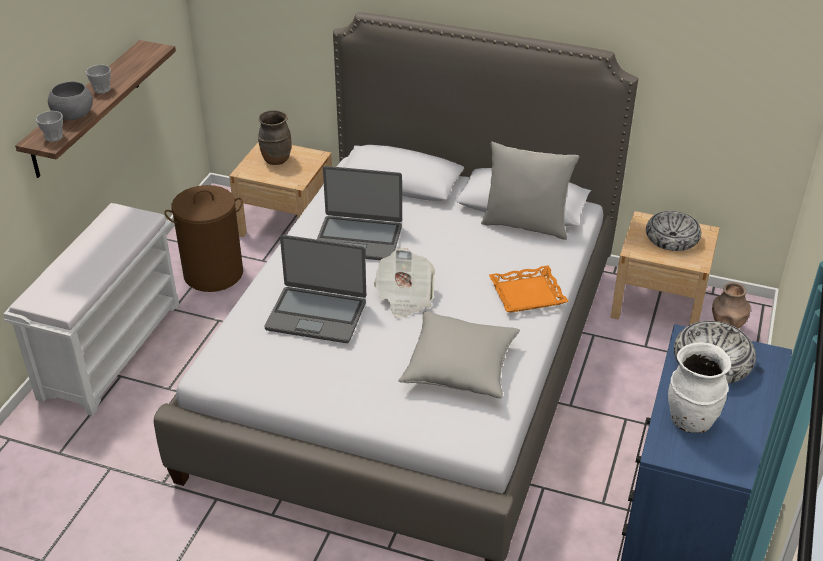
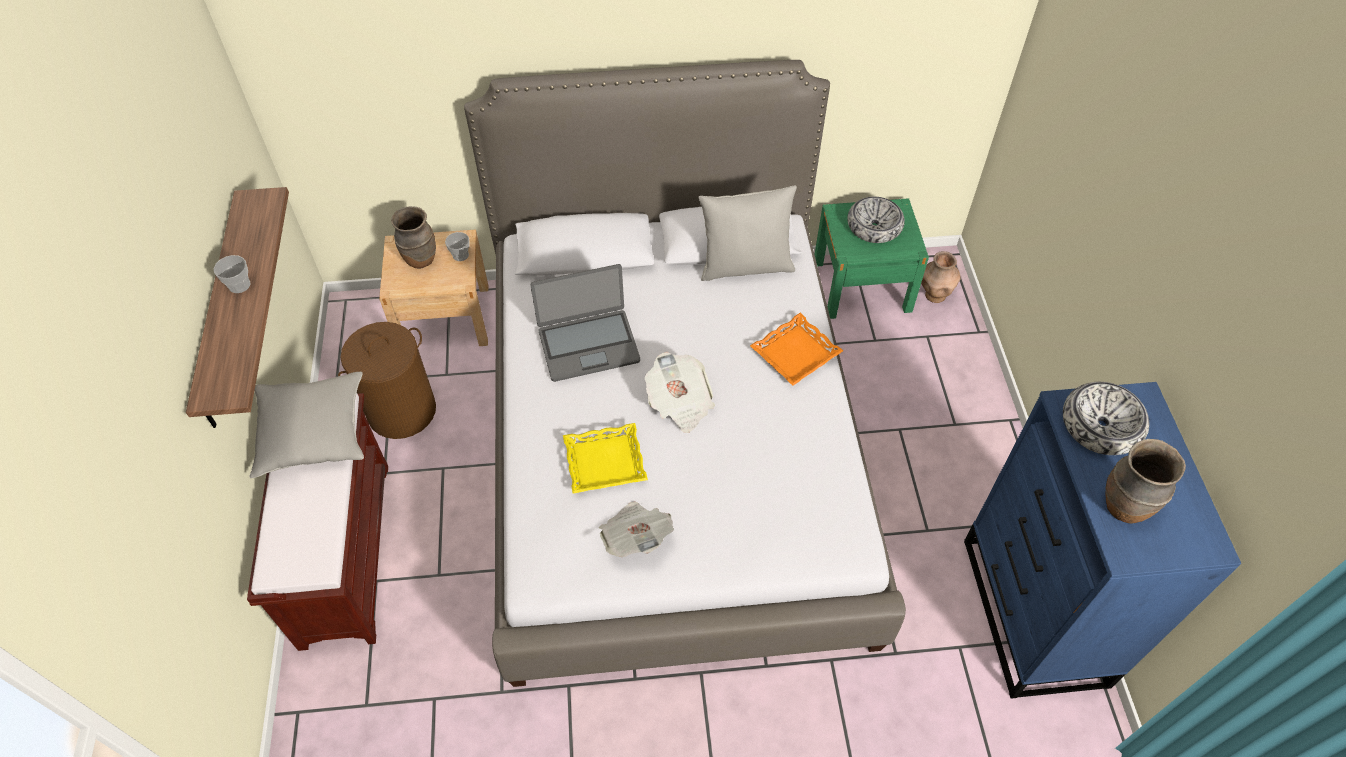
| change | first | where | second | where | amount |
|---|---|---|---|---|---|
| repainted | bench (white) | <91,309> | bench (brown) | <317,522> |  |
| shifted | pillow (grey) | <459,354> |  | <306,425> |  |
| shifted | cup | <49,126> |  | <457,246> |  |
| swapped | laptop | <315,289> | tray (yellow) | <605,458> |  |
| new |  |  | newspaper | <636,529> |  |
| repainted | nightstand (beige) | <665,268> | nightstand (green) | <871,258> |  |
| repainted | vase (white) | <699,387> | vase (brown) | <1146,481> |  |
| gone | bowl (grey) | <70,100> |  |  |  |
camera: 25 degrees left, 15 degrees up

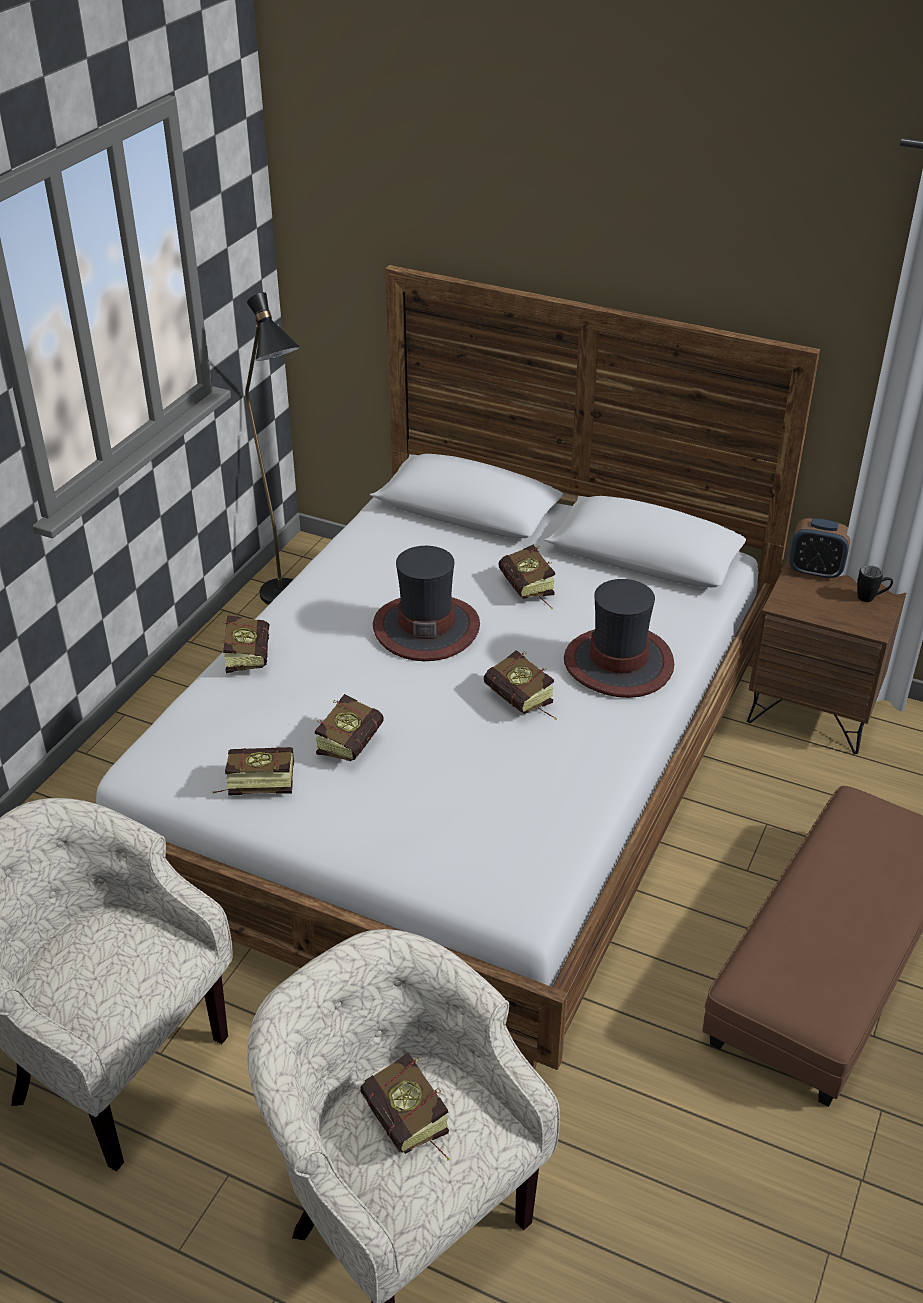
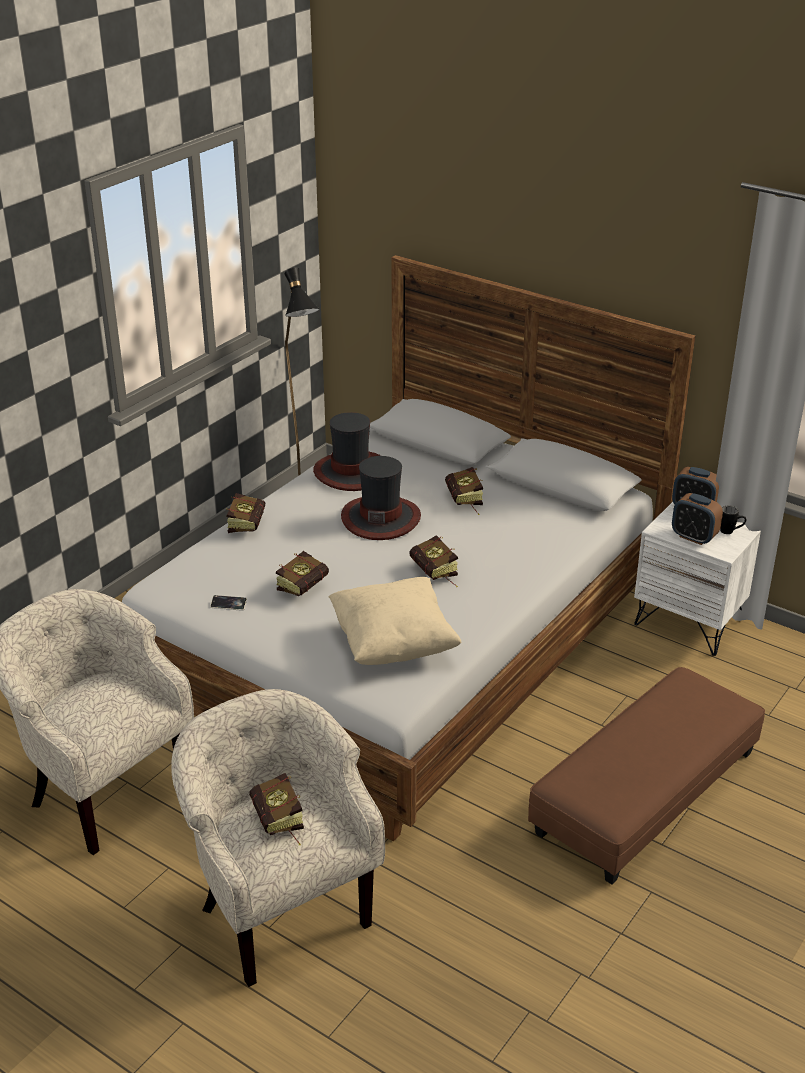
| change | first | where | second | where | amount |
|---|---|---|---|---|---|
| swapped | book | <253,771> | phone | <228,603> |  |
| shifted | hat | <619,638> |  | <347,451> |  |
| new |  |  | pillow (beige) | <395,621> |  |
| repainted | nightstand (brown) | <826,656> | nightstand (white) | <697,579> |  |
| new |  |  | alarm clock | <697,519> |  |
camera: 10 degrees right, 5 degrees down

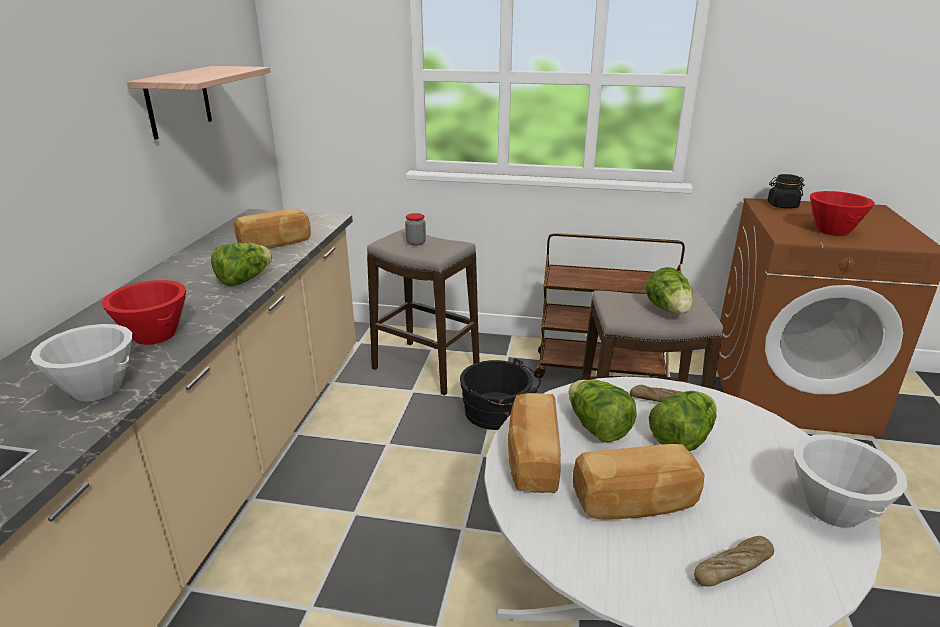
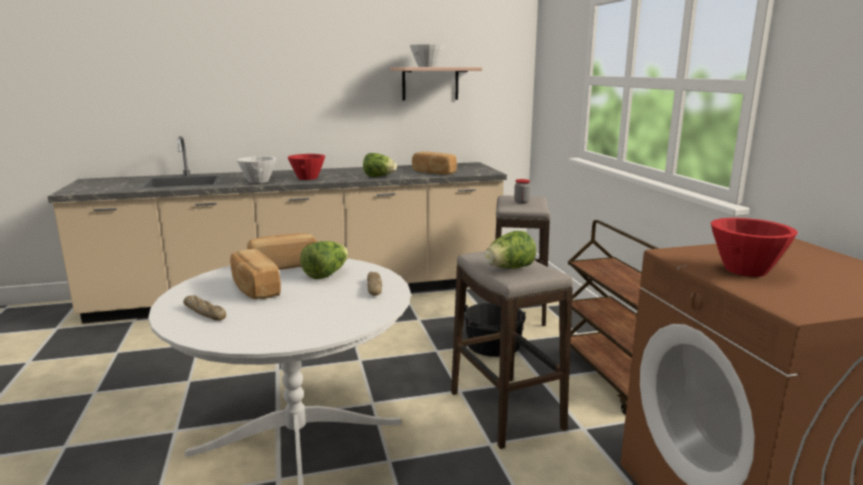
| change | first | where | second | where | amount |
|---|---|---|---|---|---|
| shifted | bowl (white) | <851,481> |  | <427,55> |  |
| gone | lettuce | <682,421> |  |  |  |
| gone | jar (black) | <786,191> |  |  |  |
camera: 65 degrees right, 10 degrees down

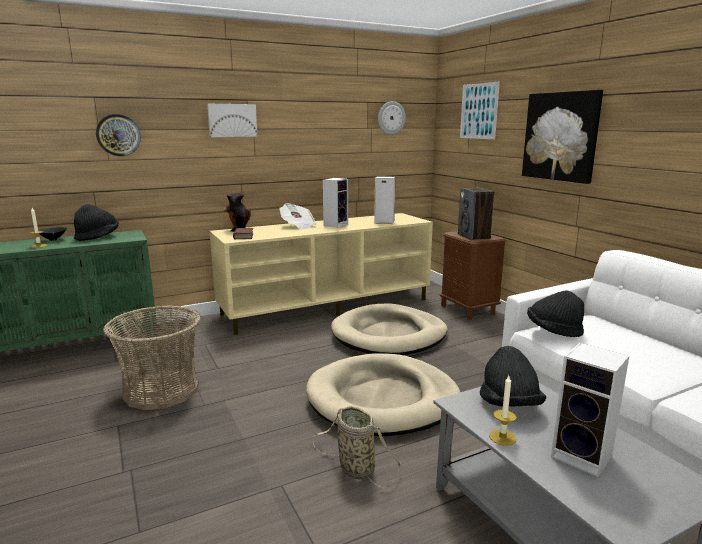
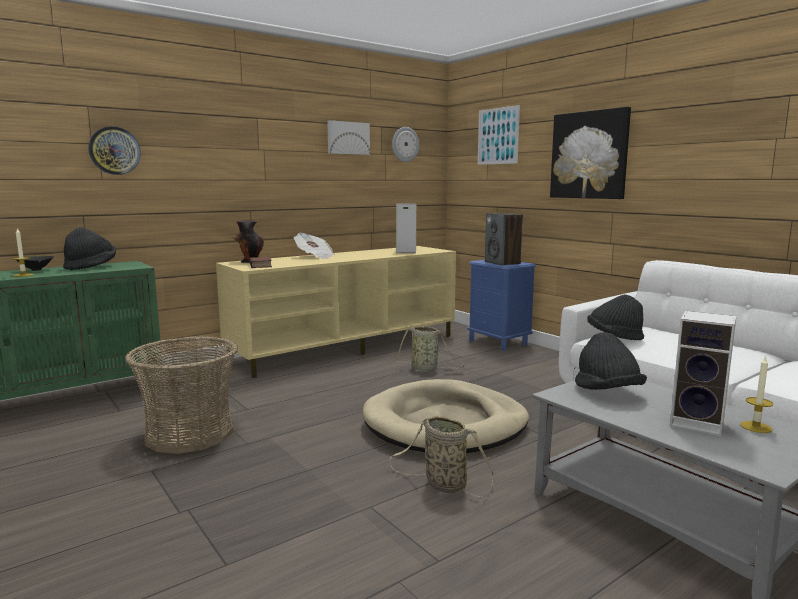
| change | first | where | second | where | amount |
|---|---|---|---|---|---|
| shifted | picture | <232,120> |  | <348,137> |  |
| swapped | dog bed (beige) | <389,329> | basket | <430,348> |  |
| repainted | nightstand (brown) | <473,275> | nightstand (blue) | <501,305> |  |
| shifted | candle | <503,411> |  | <756,394> |  |
| gone | speaker | <335,203> |  |  |  |
camera: 10 degrees left, 5 degrees down

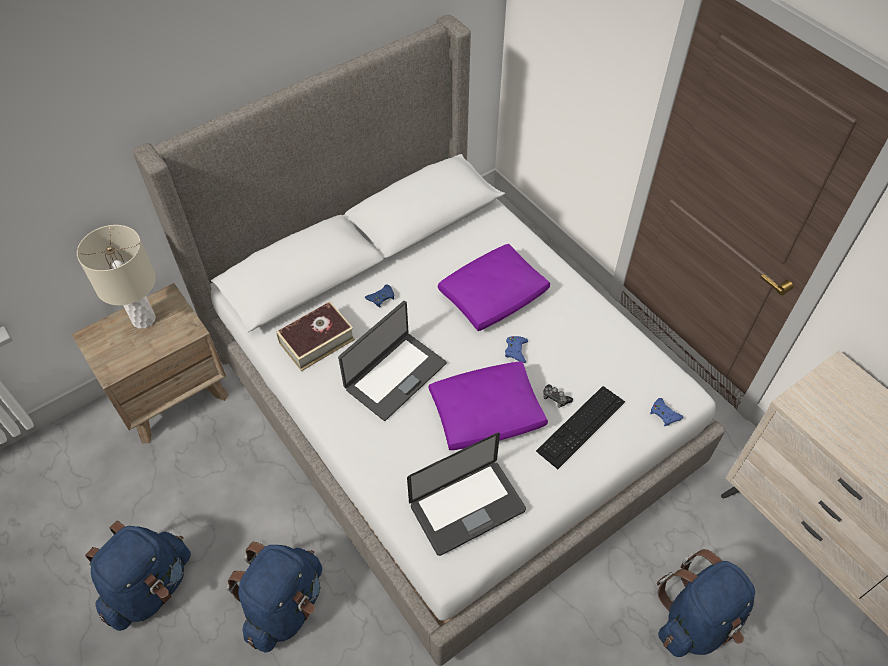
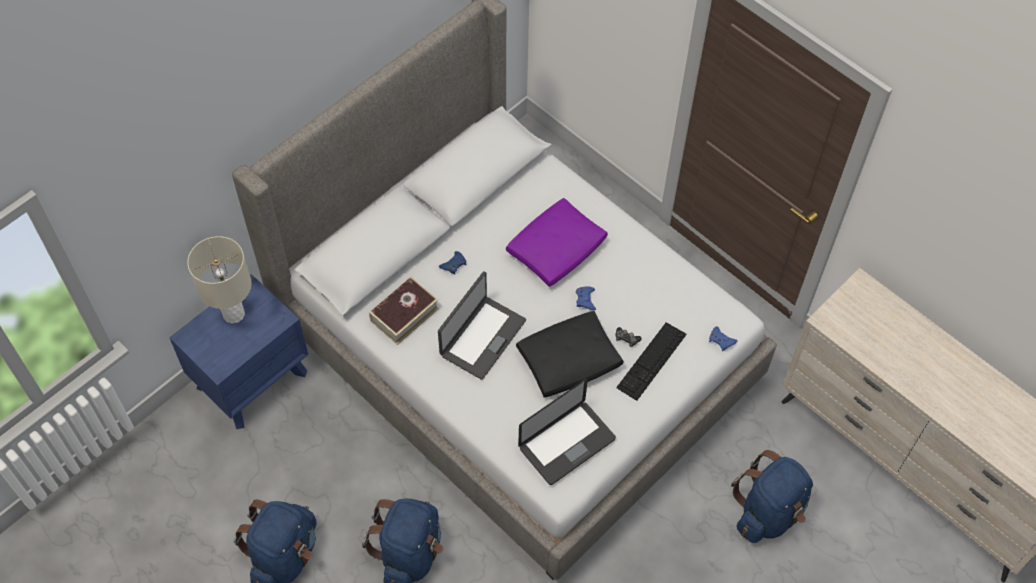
| change | first | where | second | where | amount |
|---|---|---|---|---|---|
| repainted | nightstand (brown) | <150,363> | nightstand (blue) | <238,351> |  |
| repainted | pillow (purple) | <488,406> | pillow (black) | <570,354> |  |
camera: 10 degrees left, 5 degrees up

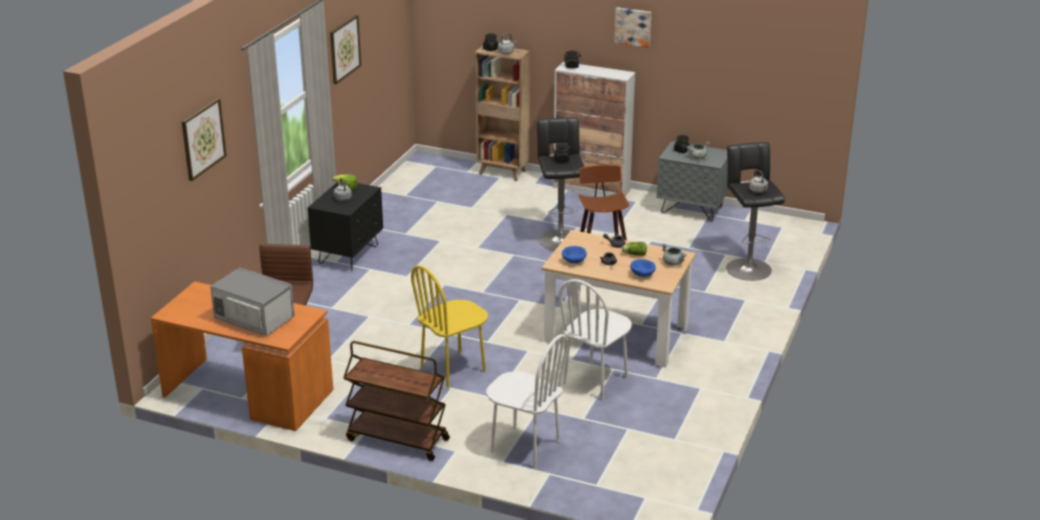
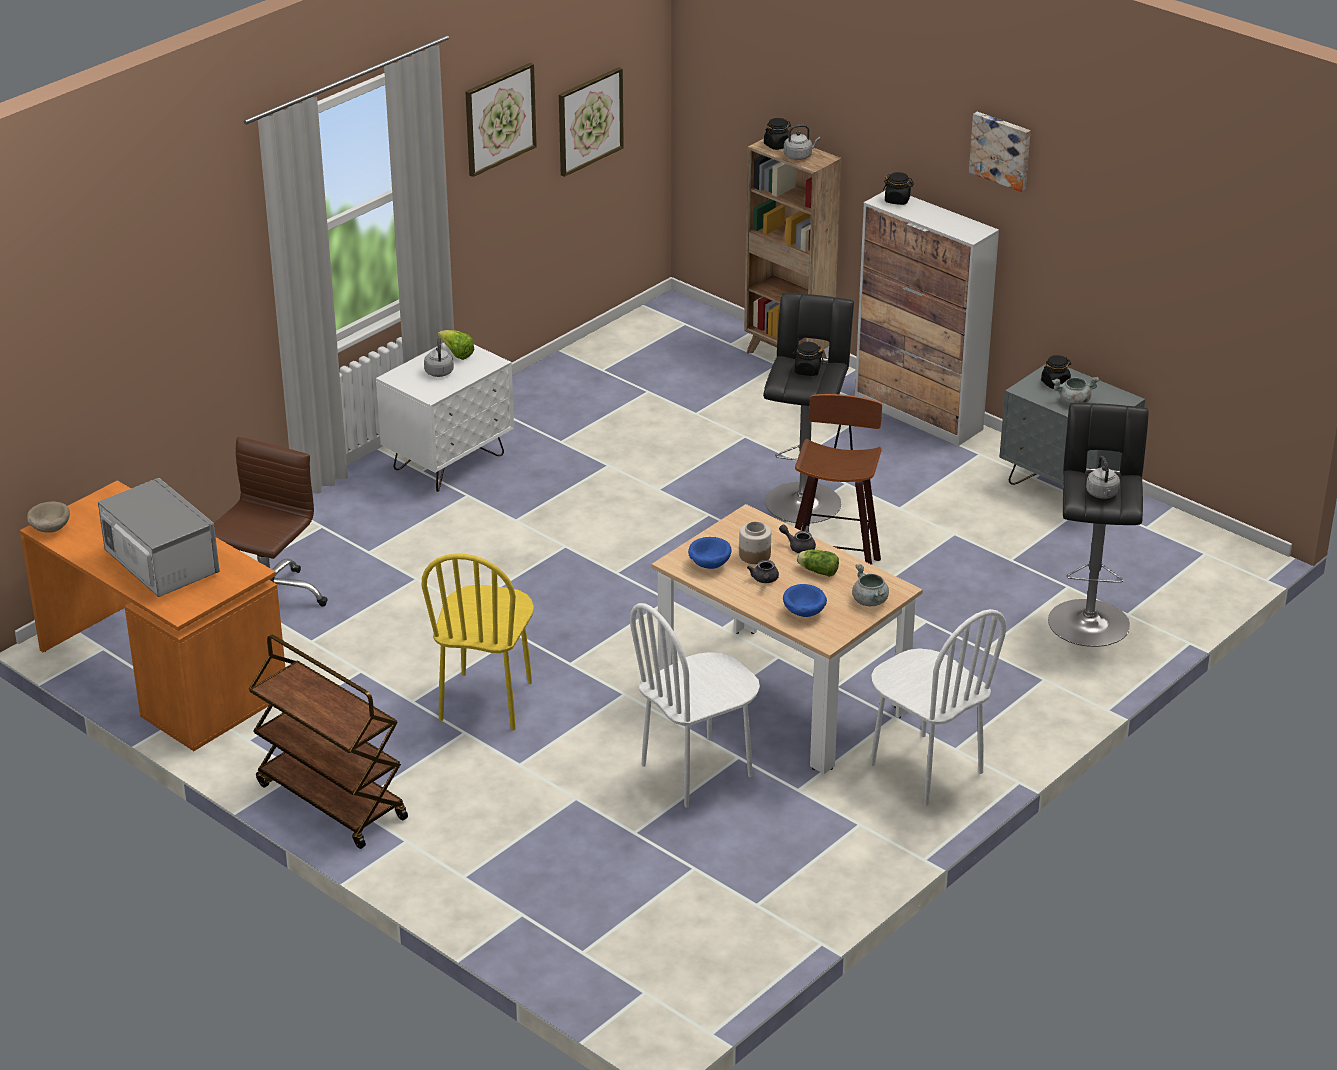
| change | first | where | second | where | amount |
|---|---|---|---|---|---|
| new |  |  | bowl (beige) | <48,517> |  |
| repainted | nightstand (black) | <345,226> | nightstand (white) | <445,417> |  |
| rotated | chair (yellow) | <449,327> |  | <478,641> | 60 degrees counterclockwise |
| shifted | picture | <204,139> |  | <591,122> |  |
| new |  |  | jar | <755,542> |  |
| shifted | chair (white) | <527,401> |  | <938,707> |  |
camera: 20 degrees right, 5 degrees up

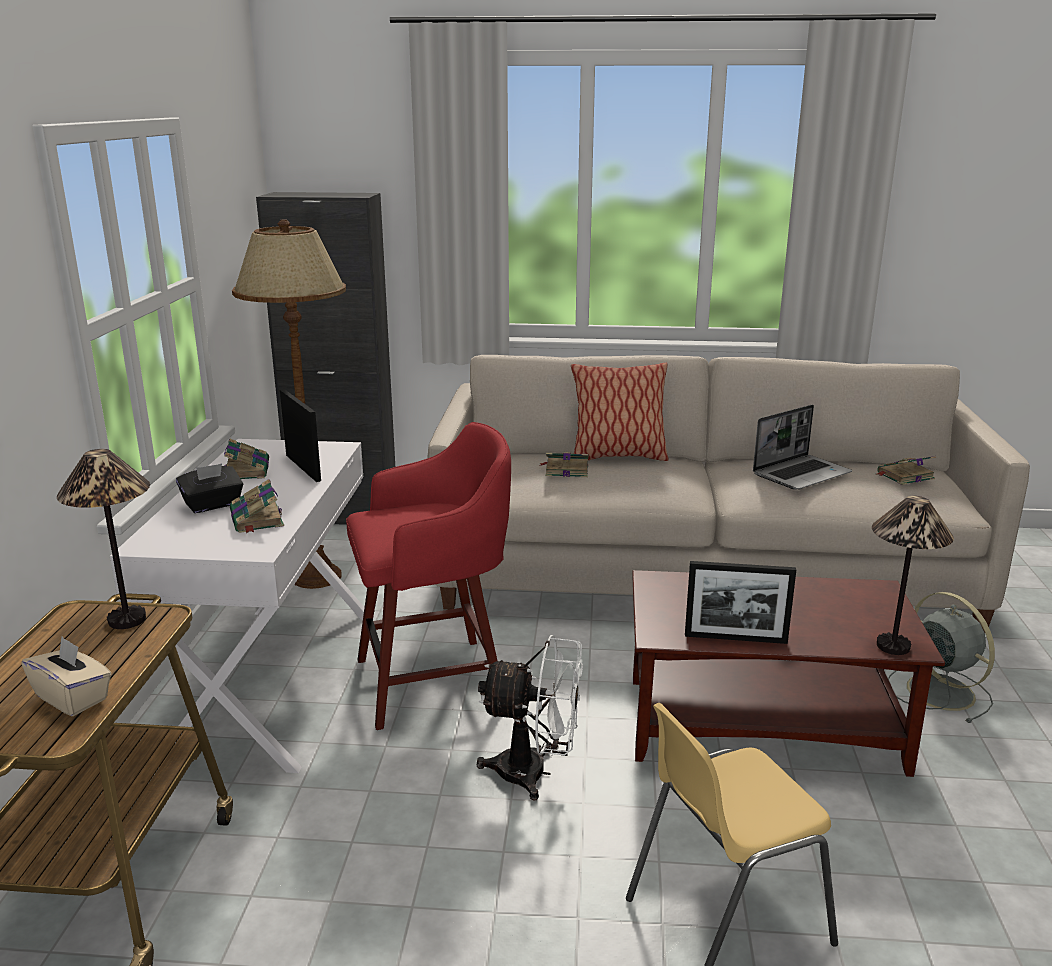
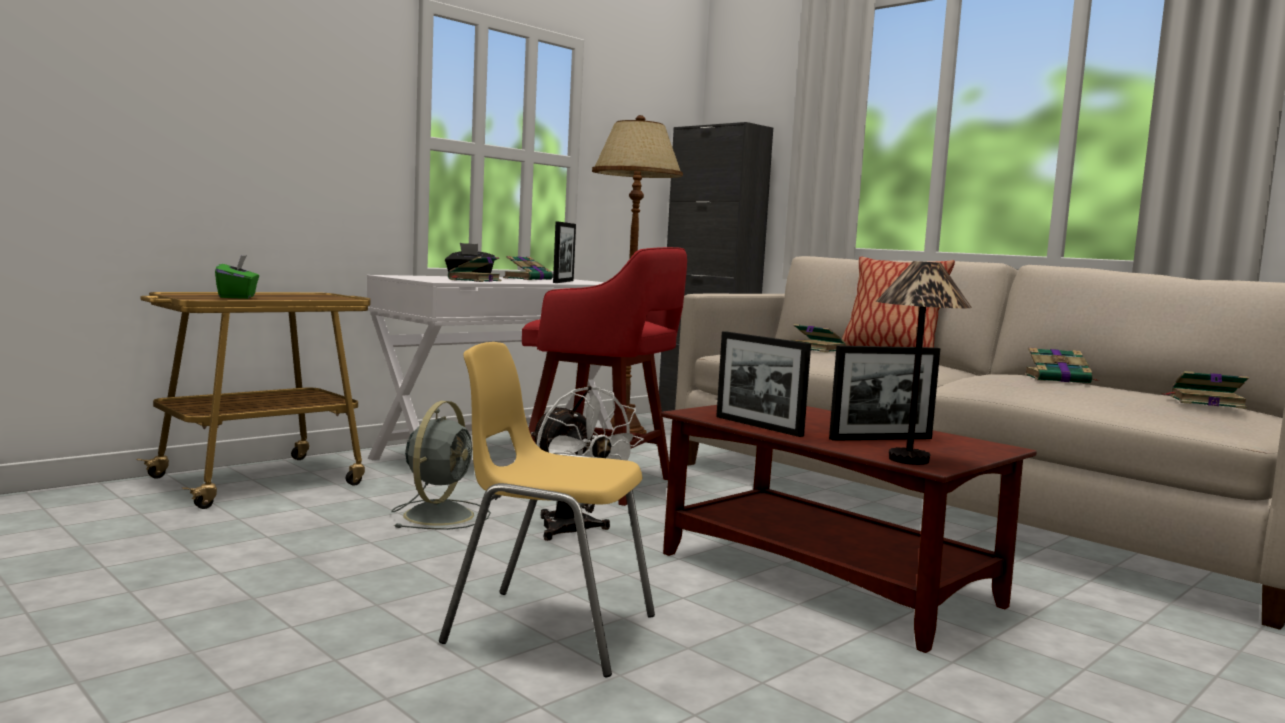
| change | first | where | second | where | amount |
|---|---|---|---|---|---|
| repainted | tissue box (beige) | <67,676> | tissue box (green) | <237,277> |  |
| shifted | fan (grey) | <941,657> |  | <441,465> |  |
| new |  |  | picture frame | <884,393> |  |
| swapped | laptop | <802,447> | book | <1062,366> |  |
| gone | table lamp | <103,539> |  |  |  |
camera: 40 degrees right, 15 degrees down

